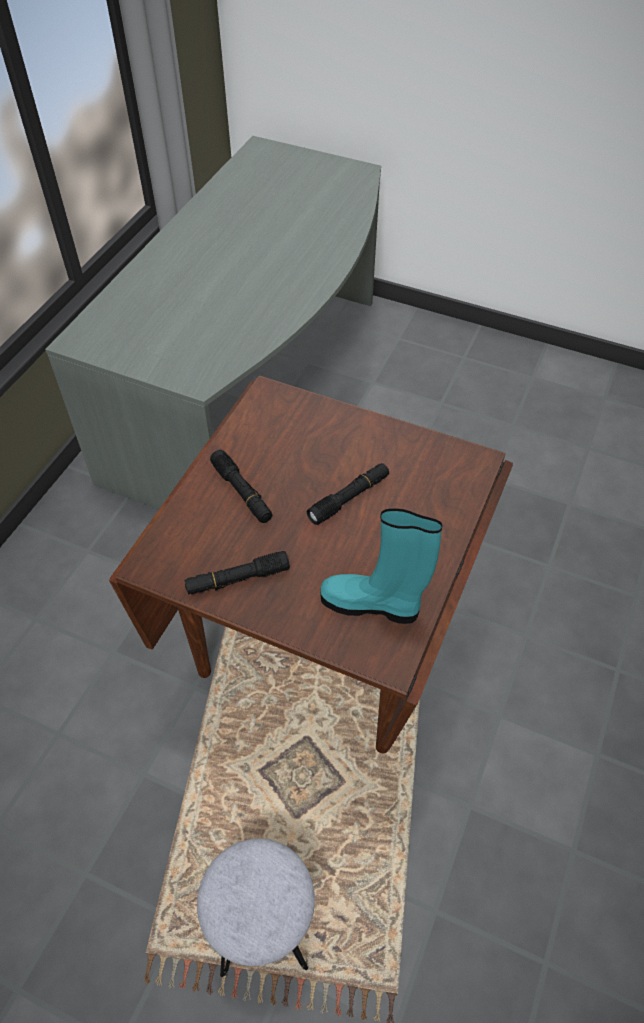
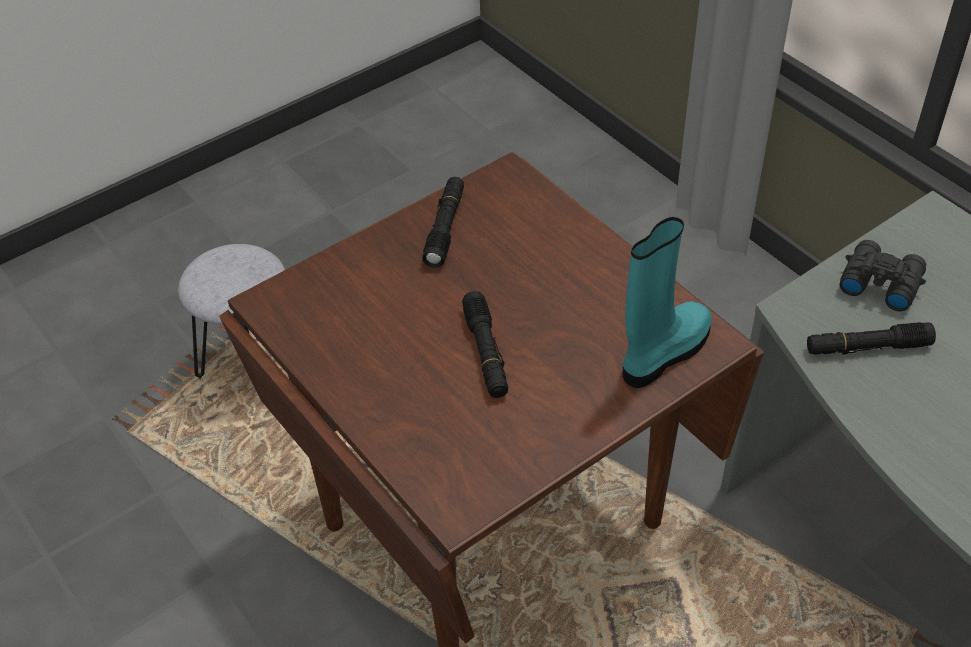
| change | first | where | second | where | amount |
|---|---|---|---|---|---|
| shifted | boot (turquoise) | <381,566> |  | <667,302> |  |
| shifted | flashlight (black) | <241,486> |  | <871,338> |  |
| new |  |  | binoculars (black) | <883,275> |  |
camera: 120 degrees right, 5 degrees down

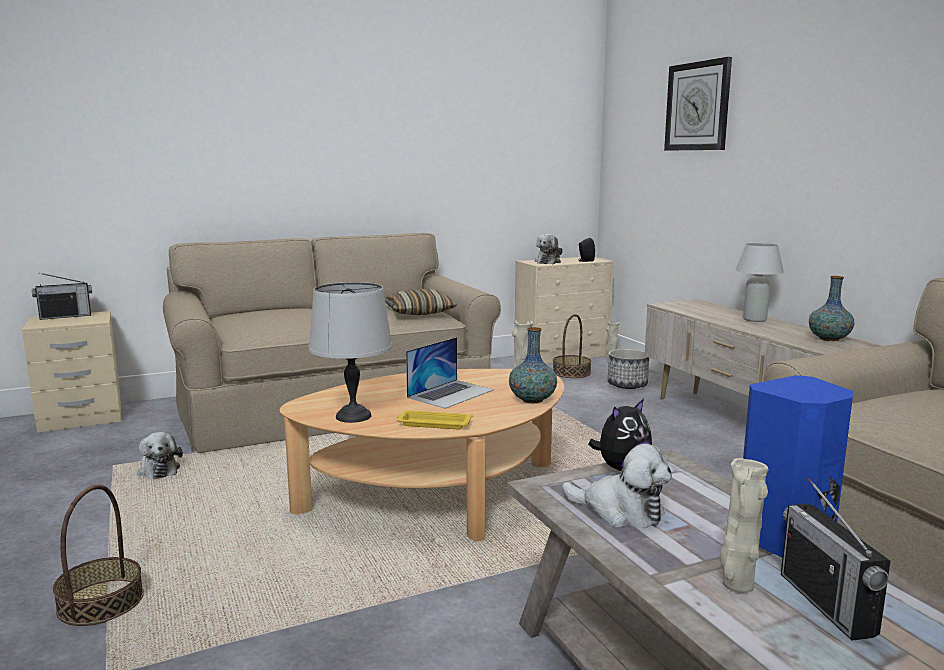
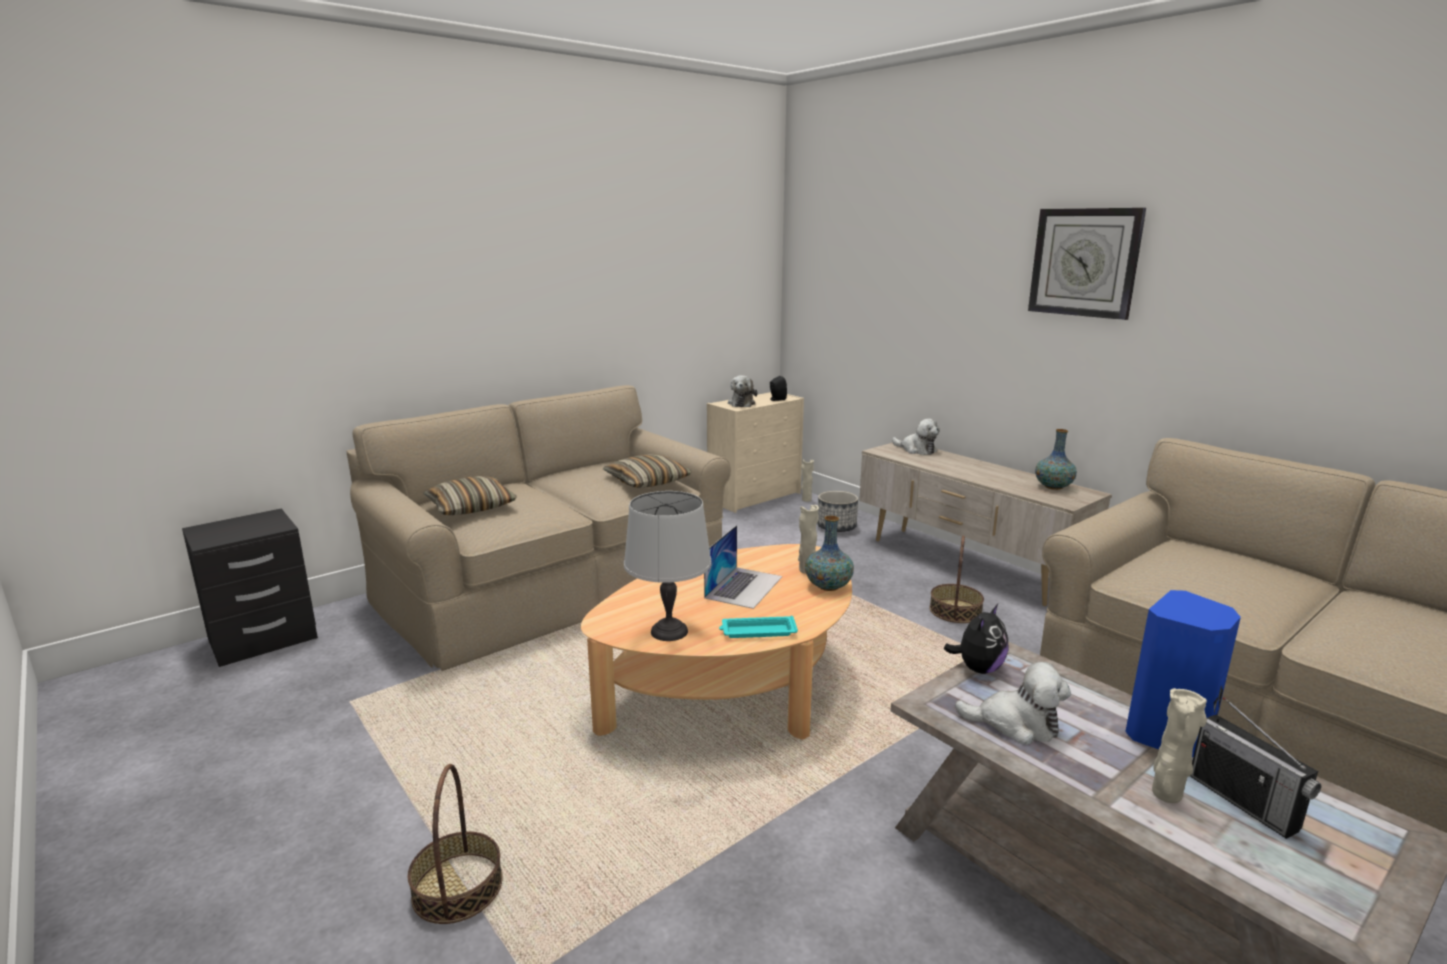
| change | first | where | second | where | amount |
|---|---|---|---|---|---|
| repainted | nightstand (beige) | <71,372> | nightstand (black) | <250,587> |  |
| new |  |  | pillow | <470,495> |  |
| repainted | tray (yellow) | <434,419> | tray (turquoise) | <758,627> |  |
| shifted | plush toy | <160,455> |  | <916,437> |  |
| shifted | basket | <572,346> |  | <956,579> |  |
| shifted | wall clock | <698,103> |  | <1087,264> |  |
| gone | radio | <62,296> |  |  |  |
| gone | table lamp (white) | <760,282> |  |  |  |
camera: 15 degrees left, 5 degrees up

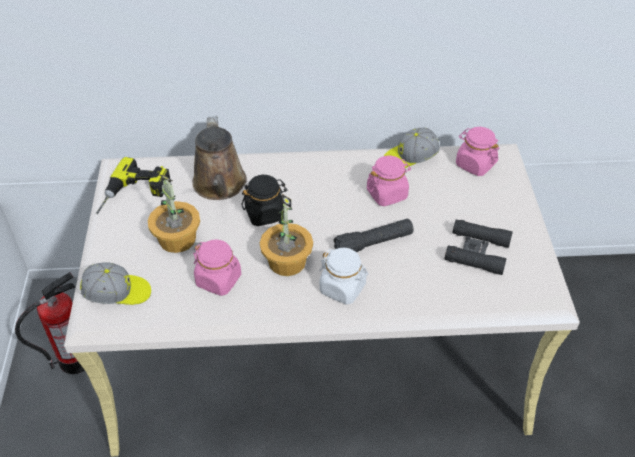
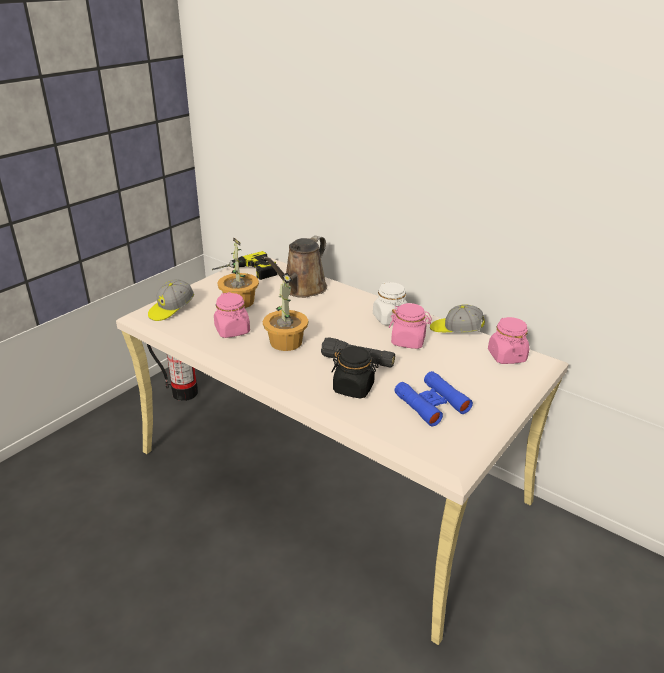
| change | first | where | second | where | amount |
|---|---|---|---|---|---|
| rotated | cap | <115,283> |  | <171,300> | 90 degrees clockwise |
| shifted | jar (black) | <264,200> |  | <354,372> |  |
| shifted | jar (white) | <344,276> |  | <390,303> |  |
| repainted | binoculars (black) | <478,247> | binoculars (blue) | <434,399> |  |
camera: 40 degrees right, 15 degrees down

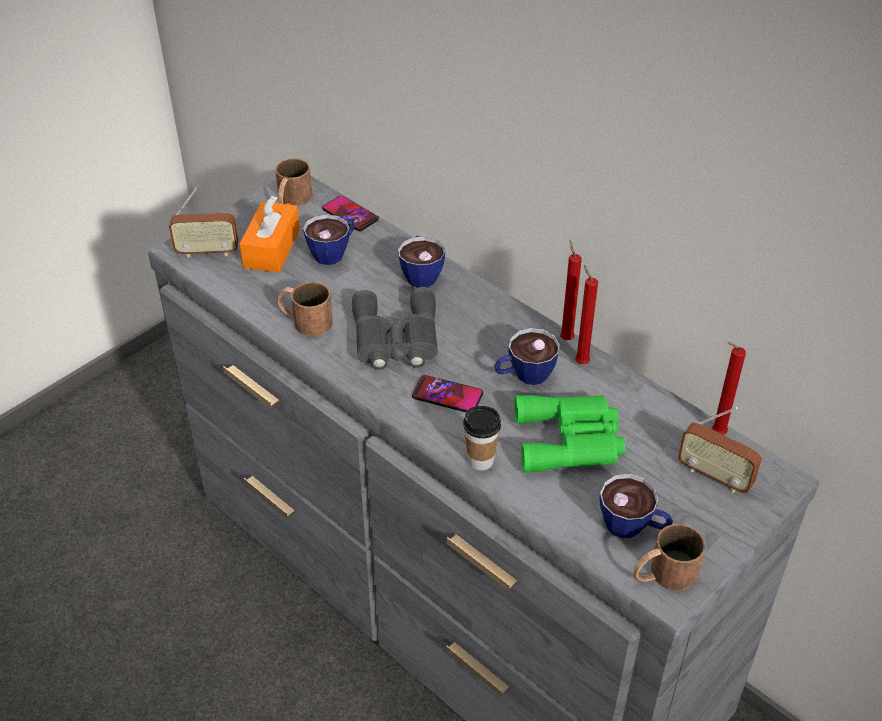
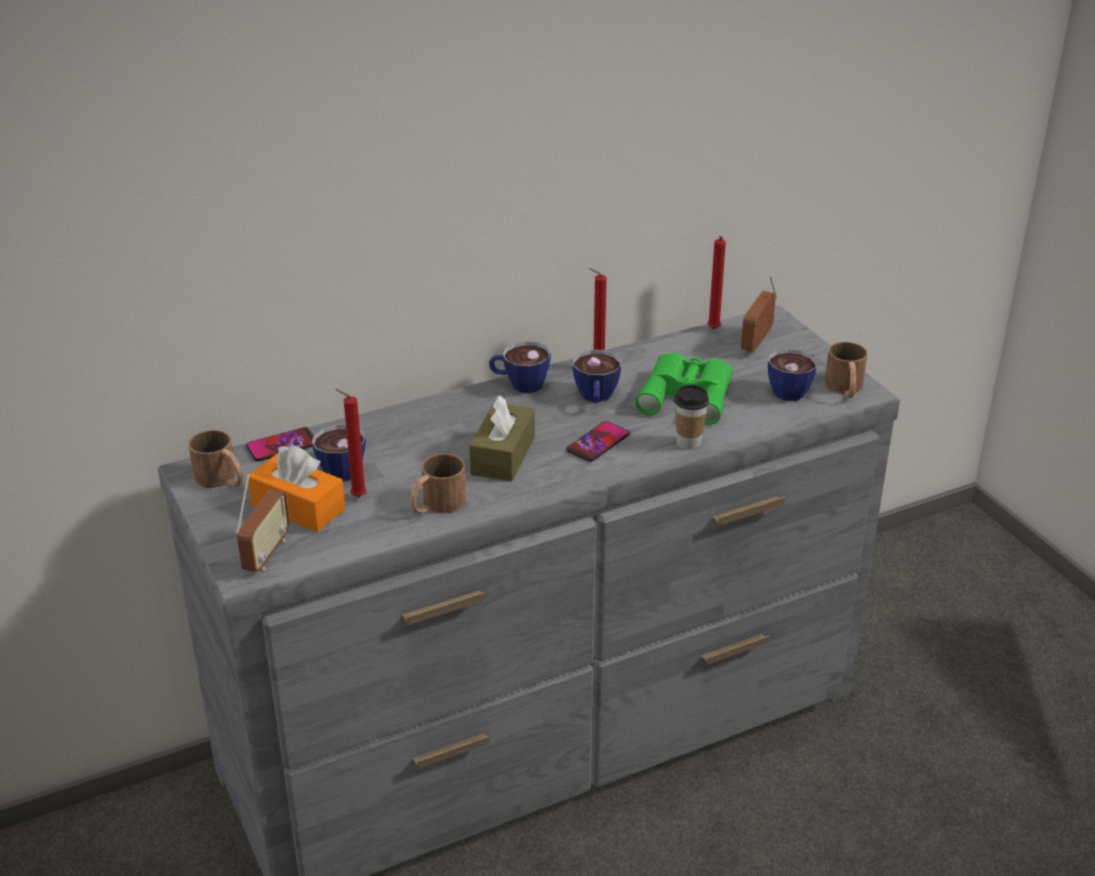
| change | first | where | second | where | amount |
|---|---|---|---|---|---|
| shifted | candle (red) | <571,290> |  | <351,443> |  |
| swapped | binoculars (grey) | <395,328> | tissue box (brown) | <502,438> |  |
| shifted | cup | <422,262> |  | <520,367> |  |
| rotated | radio | <720,450> |  | <759,314> | 150 degrees clockwise |
camera: 70 degrees left, 10 degrees down

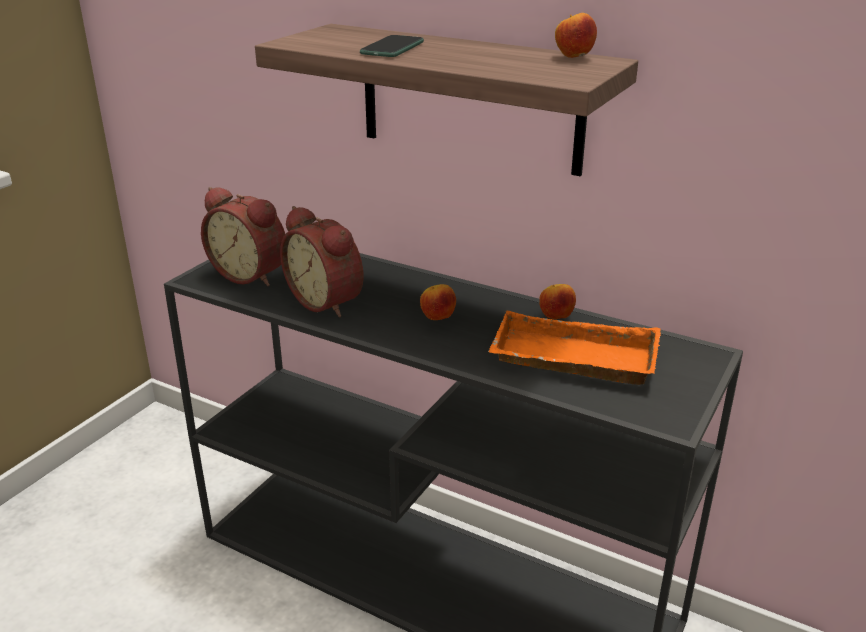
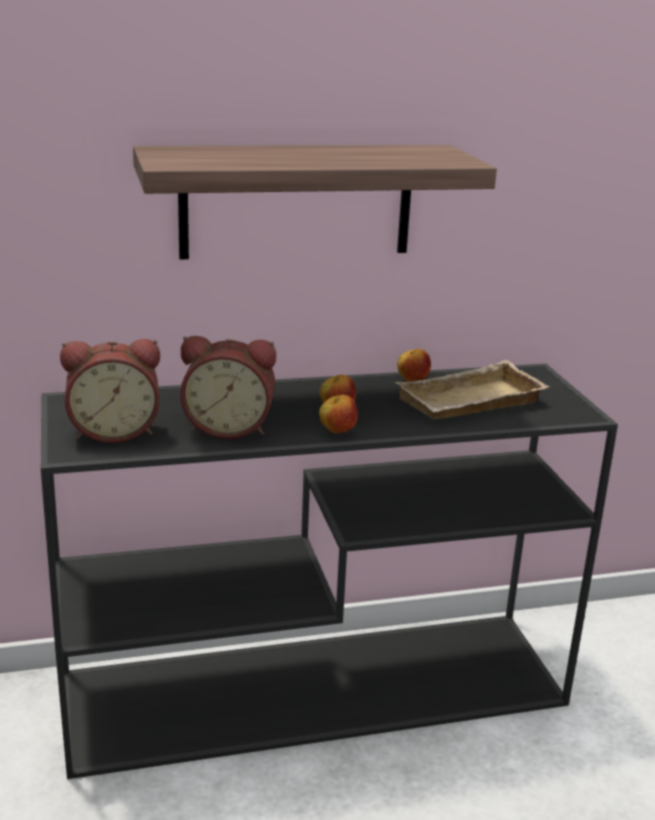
| change | first | where | second | where | amount |
|---|---|---|---|---|---|
| shifted | apple | <576,35> |  | <338,414> |  |
| repainted | tray (orange) | <574,347> | tray (beige) | <472,389> |  |
| gone | phone | <392,46> |  |  |  |
camera: 45 degrees left, 5 degrees down

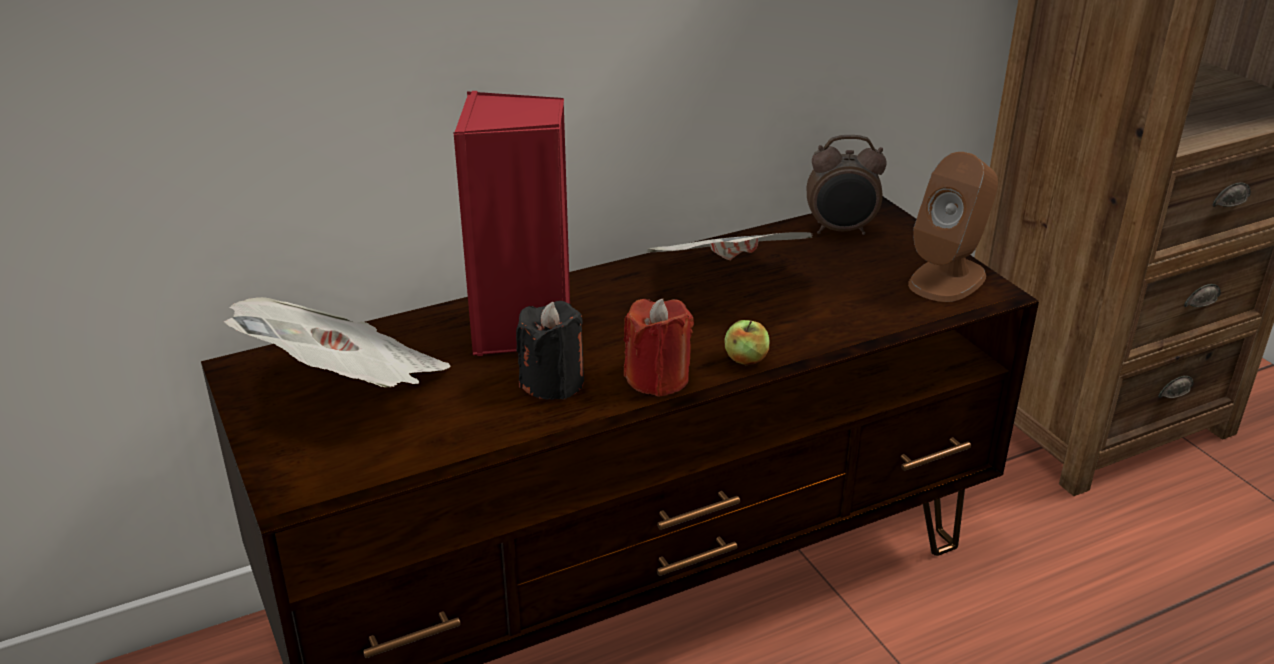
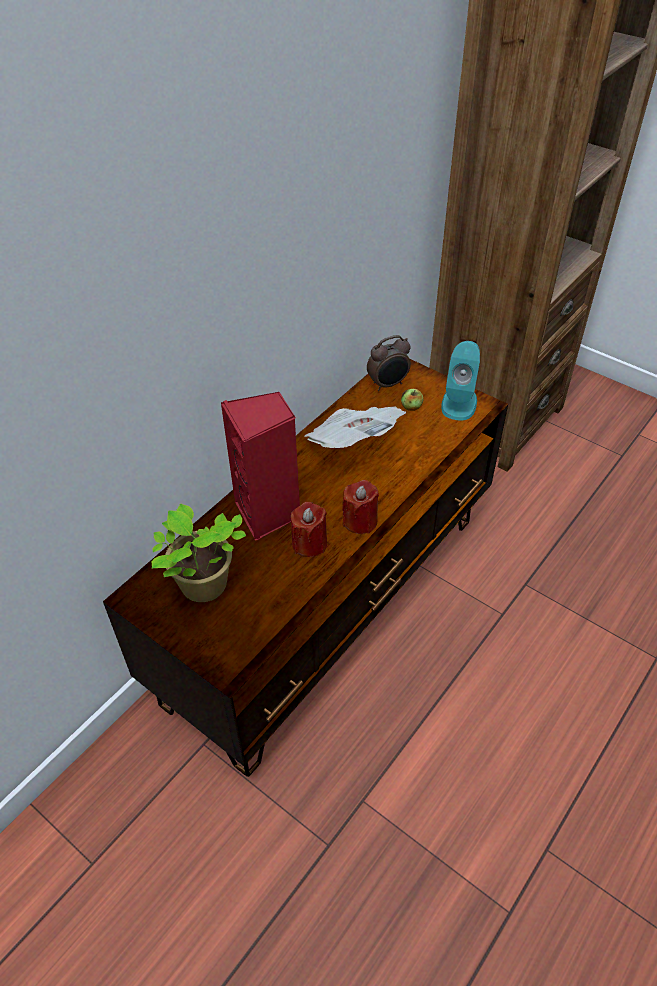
| change | first | where | second | where | amount |
|---|---|---|---|---|---|
| swapped | newspaper | <337,342> | potted plant | <198,552> |  |
| repainted | candle (black) | <550,350> | candle (red) | <309,529> |  |
| shifted | apple | <746,342> |  | <412,400> |  |
| repainted | speaker (brown) | <953,227> | speaker (turquoise) | <460,380> |  |
camera: 25 degrees left, 15 degrees up

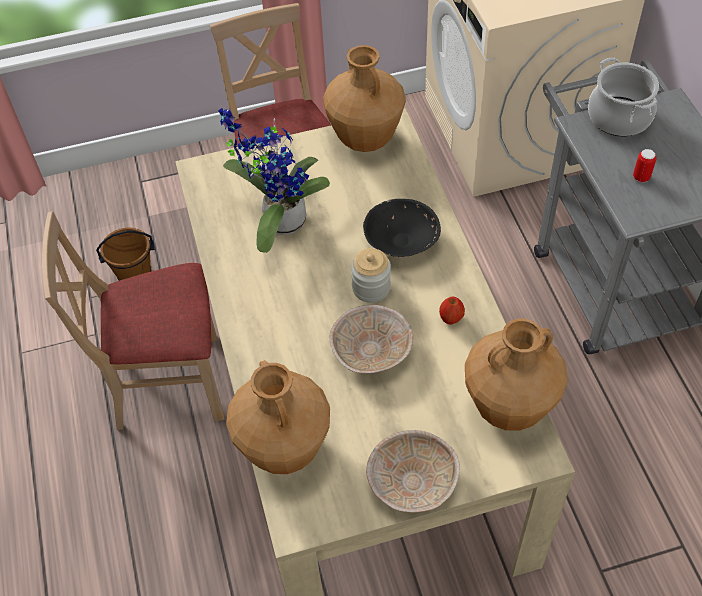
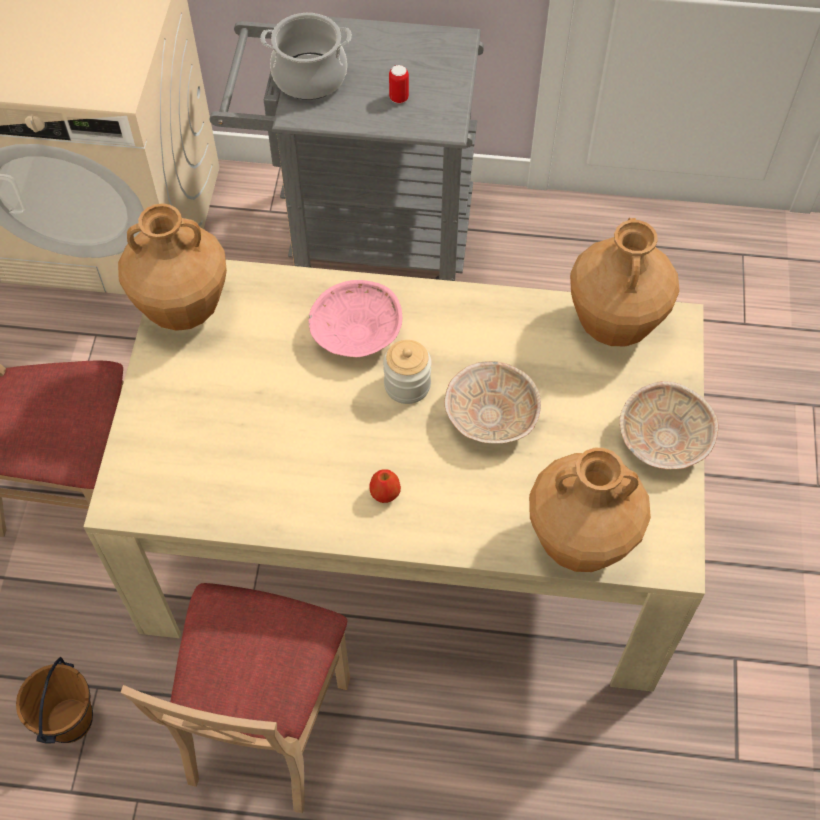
| change | first | where | second | where | amount |
|---|---|---|---|---|---|
| repainted | bowl (black) | <402,228> | bowl (pink) | <355,319> |  |
| shifted | apple | <452,310> |  | <385,486> |  |
| gone | potted plant | <274,180> |  |  |  |
camera: 70 degrees left, 5 degrees up

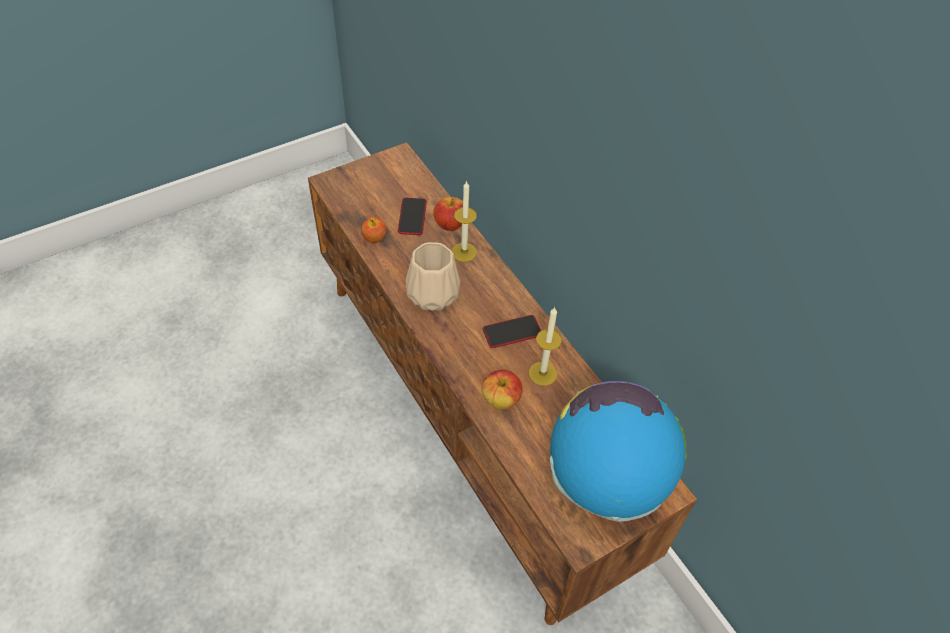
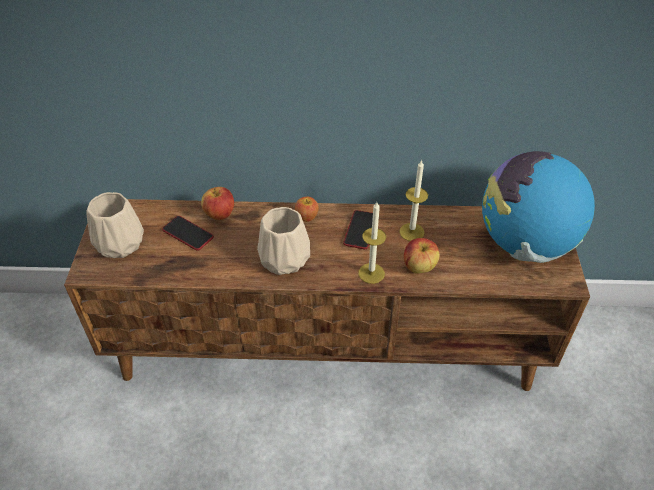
| change | first | where | second | where | amount |
|---|---|---|---|---|---|
| new |  |  | vase (beige) | <115,225> |  |
| shifted | apple | <373,230> |  | <307,209> |  |
| shifted | candle | <464,221> |  | <372,243> |  |
camera: 55 degrees left, 5 degrees down

